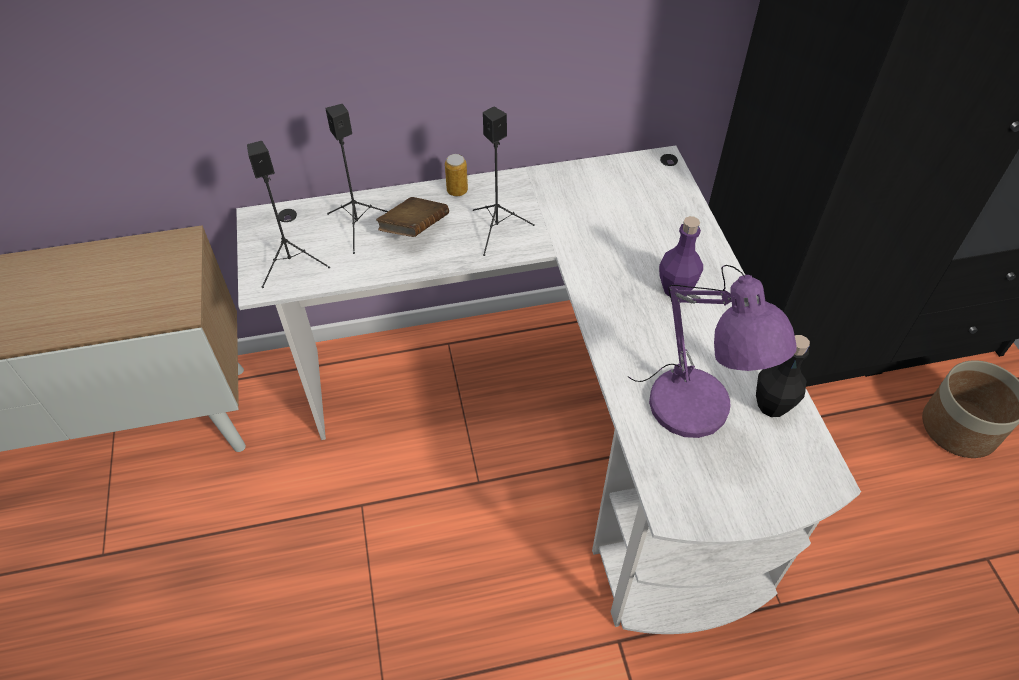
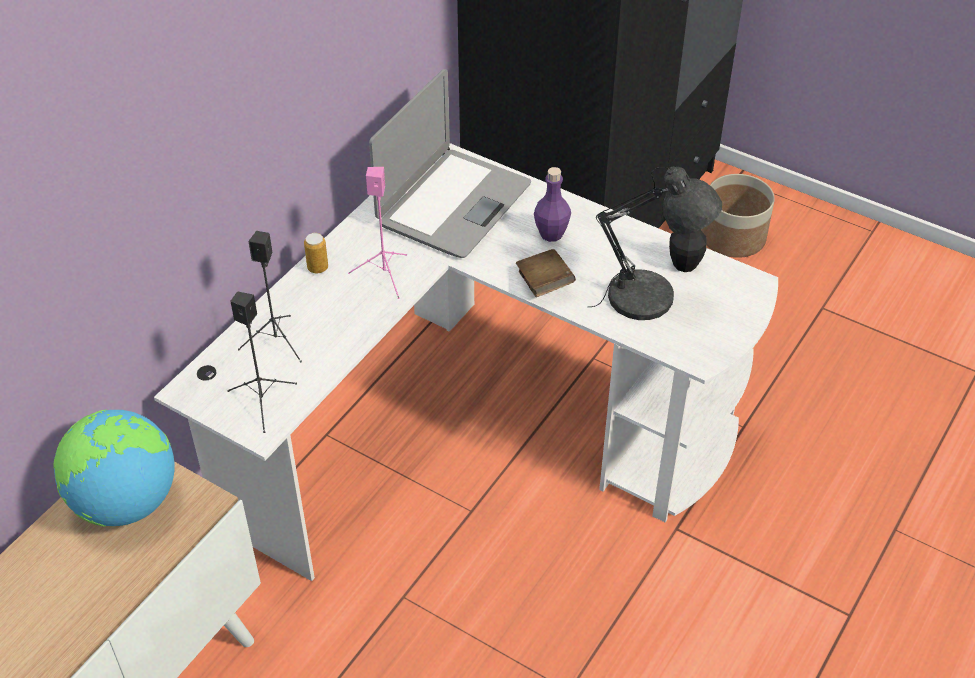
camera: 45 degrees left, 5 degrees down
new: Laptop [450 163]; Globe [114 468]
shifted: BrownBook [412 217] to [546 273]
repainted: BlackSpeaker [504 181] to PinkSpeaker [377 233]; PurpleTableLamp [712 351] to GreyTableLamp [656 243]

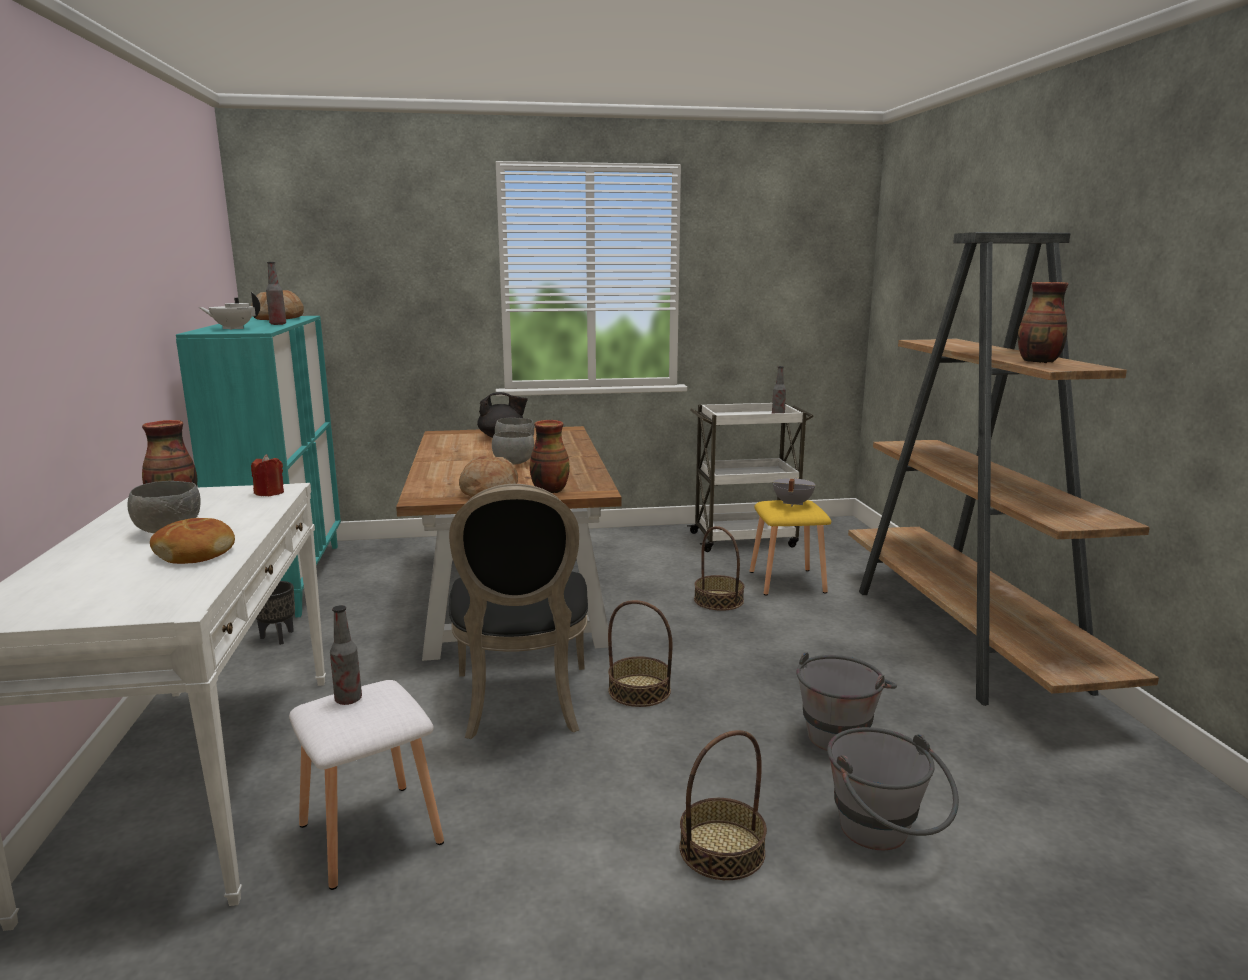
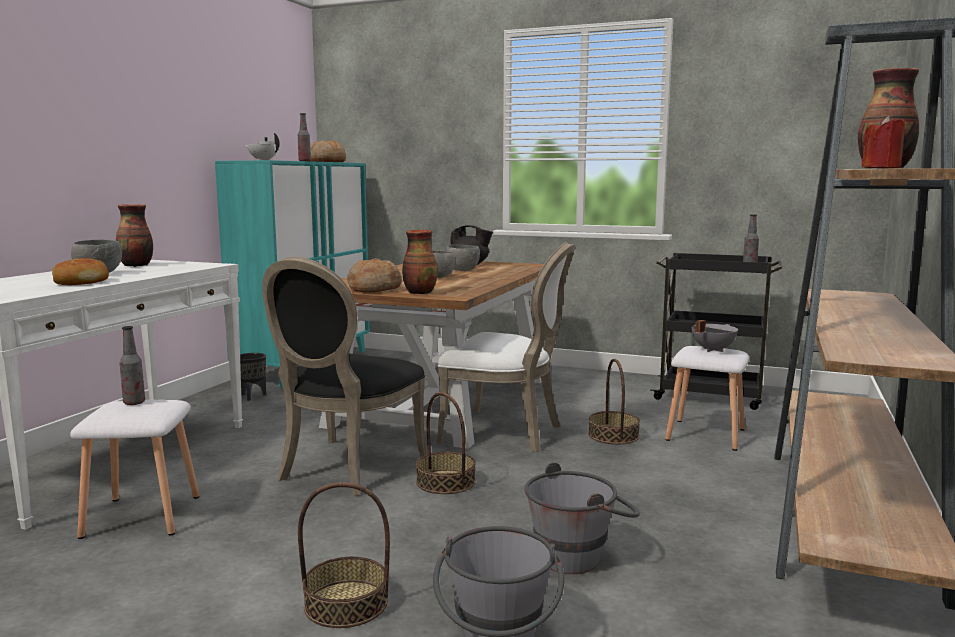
camera: 30 degrees right, 5 degrees down
new: WhiteChair [505 347]
shifted: RedCandle [267 475] to [883 142]
repainted: WhiteCart [750 477] to BlackCart [716 331]; YellowStool [790 548] to WhiteStool [707 398]

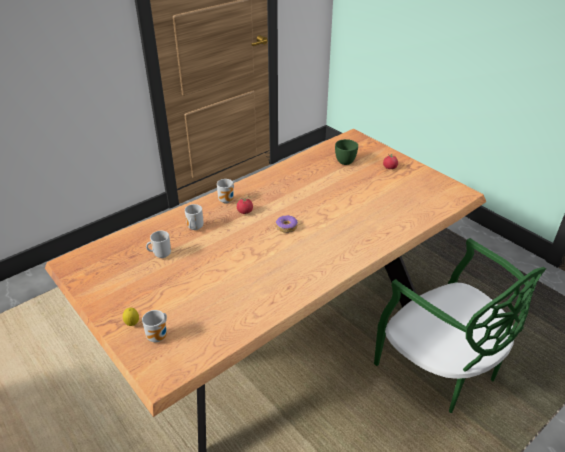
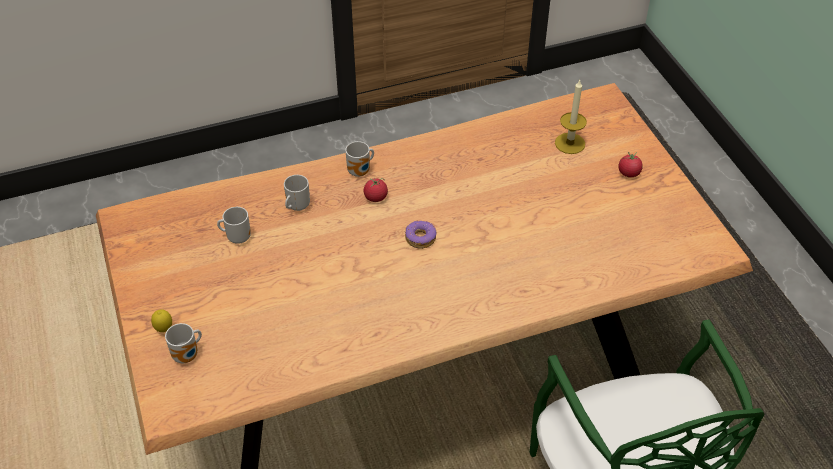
camera: 20 degrees right, 10 degrees up
swapped: GreenCup [346 152] to Candle [571 117]

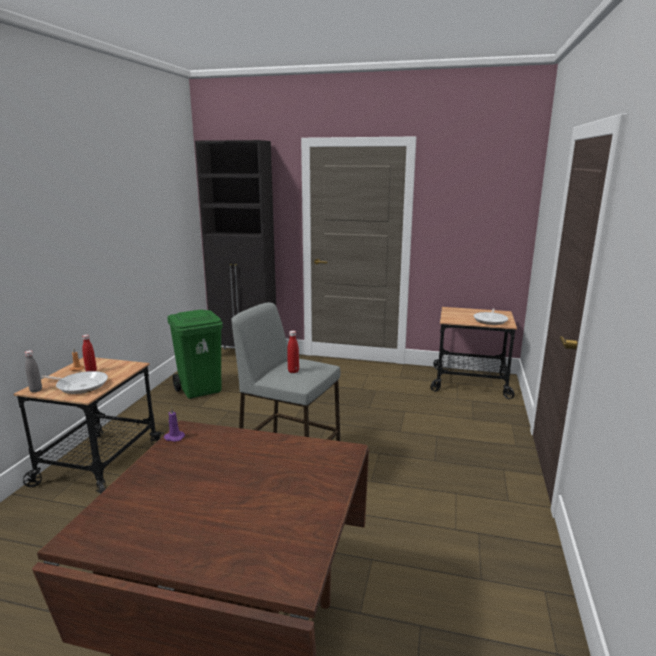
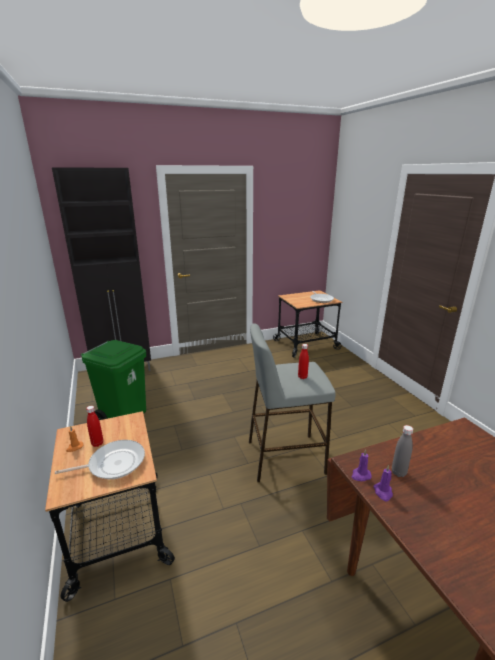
camera: 35 degrees left, 5 degrees up
new: PurpleCandle [383 483]
shifted: GreyBottle [33 371] to [402 451]

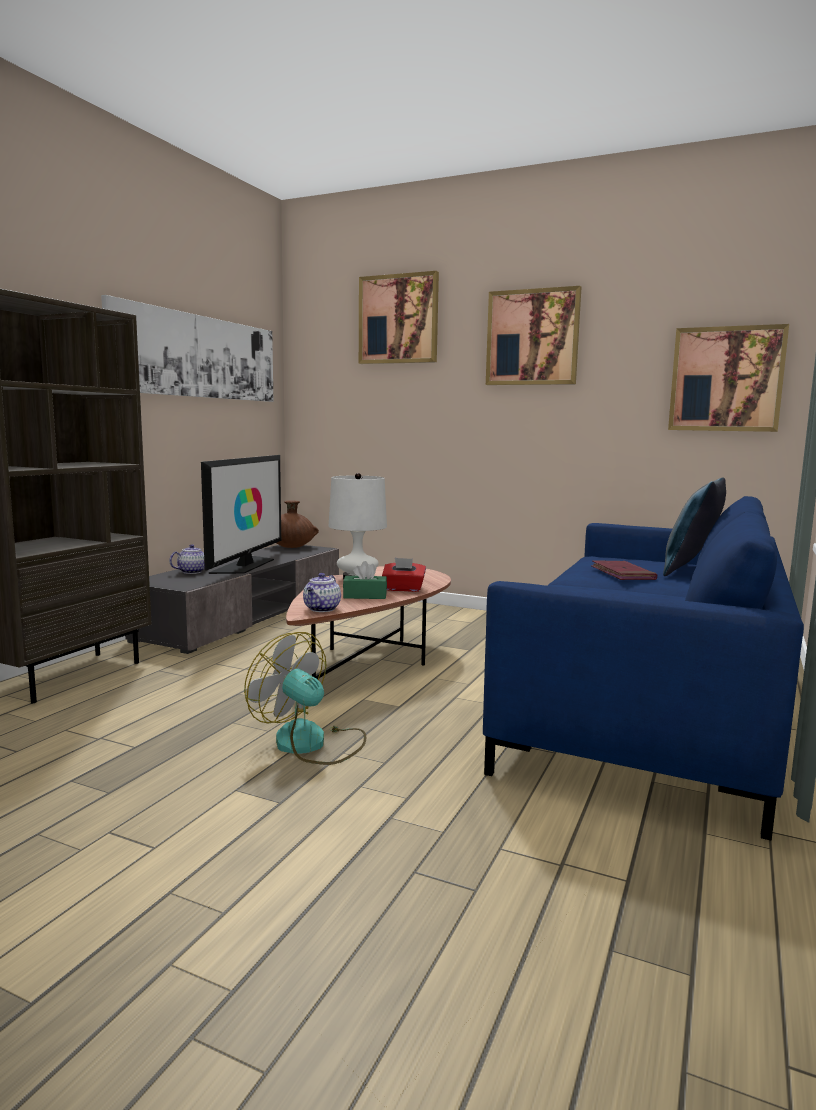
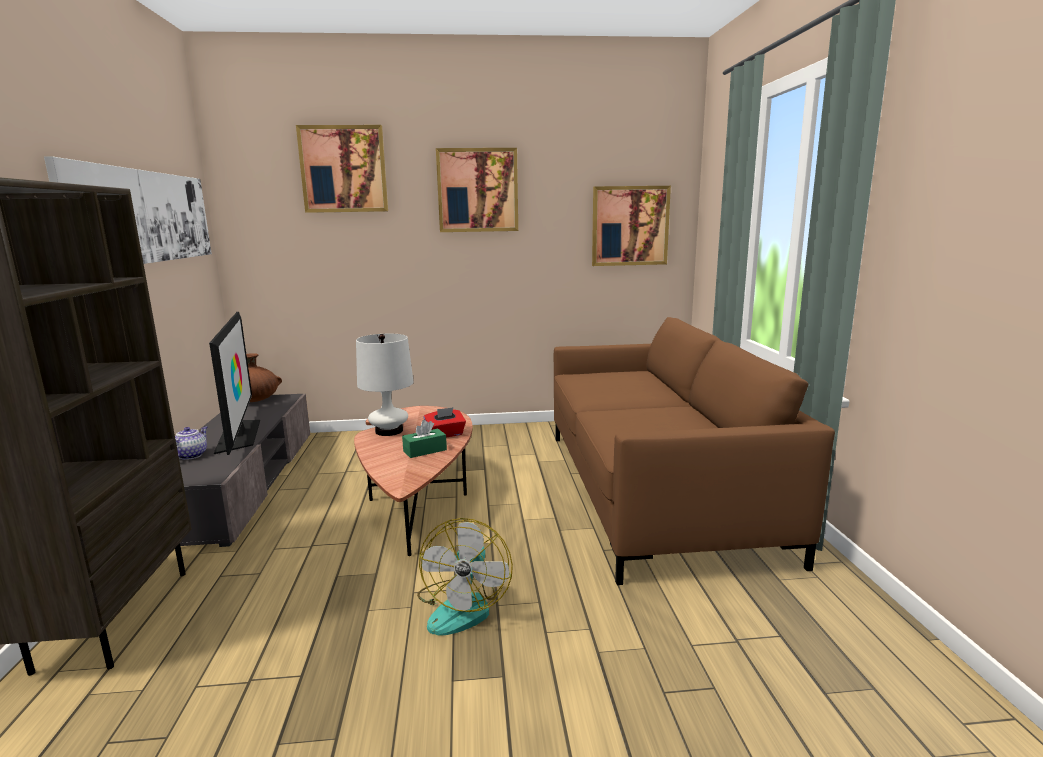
camera: 30 degrees left, 5 degrees up
gone: BluePillow [694 526]; RedBook [624 570]; Teapot [322 592]
repainted: BlueSofa [643 668] to BrownSofa [694 451]
rotated: Fan [305 698] = [465 577] 90 degrees counterclockwise

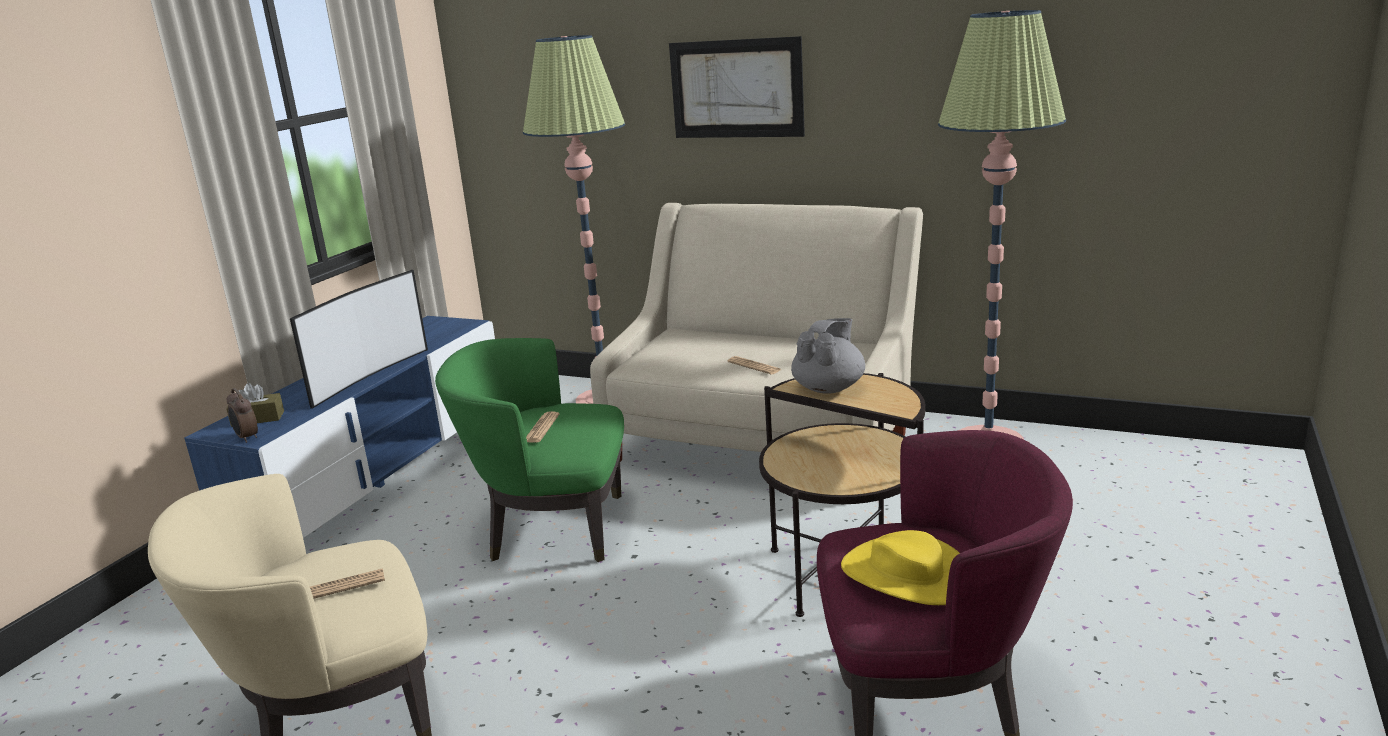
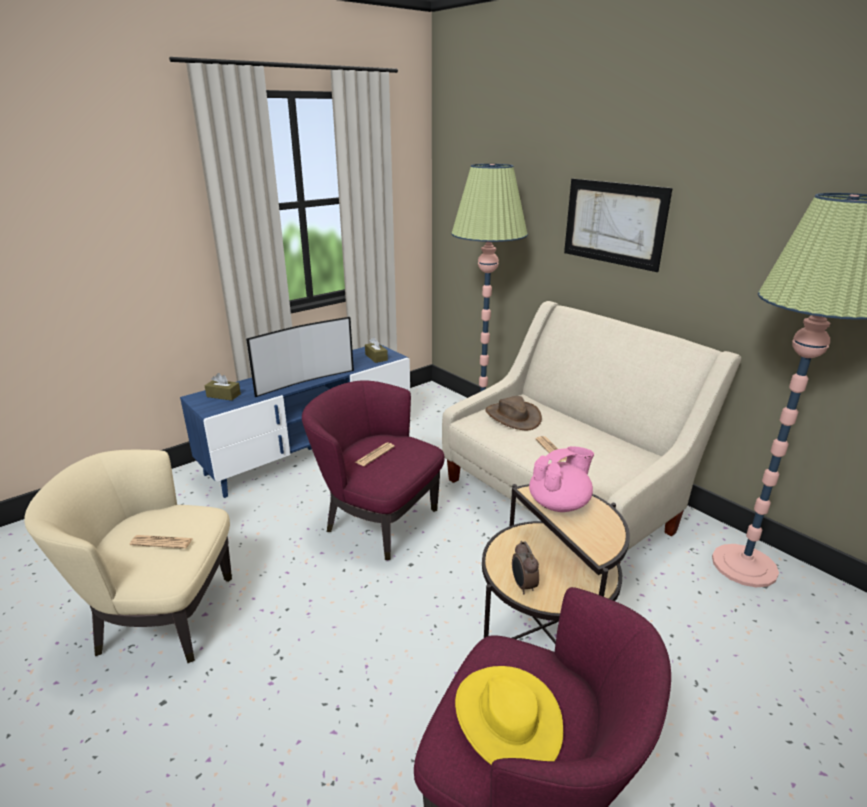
camera: 25 degrees right, 5 degrees up
new: BrownTissueBox [376 350]; BrownHat [513 413]
shifted: AlarmClock [242 415] to [525 567]
repainted: GreyTeapot [828 356] to PinkTeapot [561 479]; GreenArmchair [529 450] to PurpleArmchair [373 470]

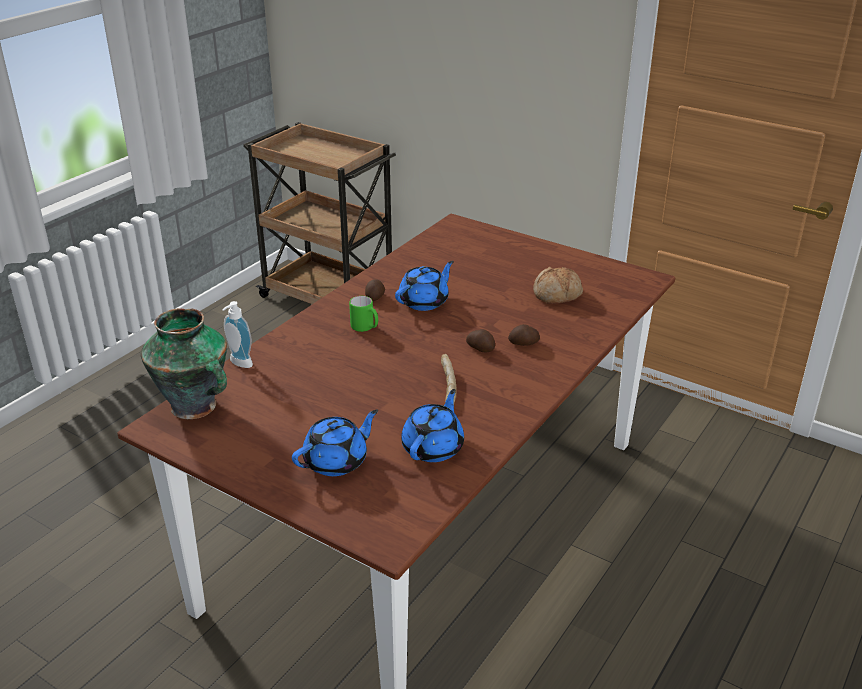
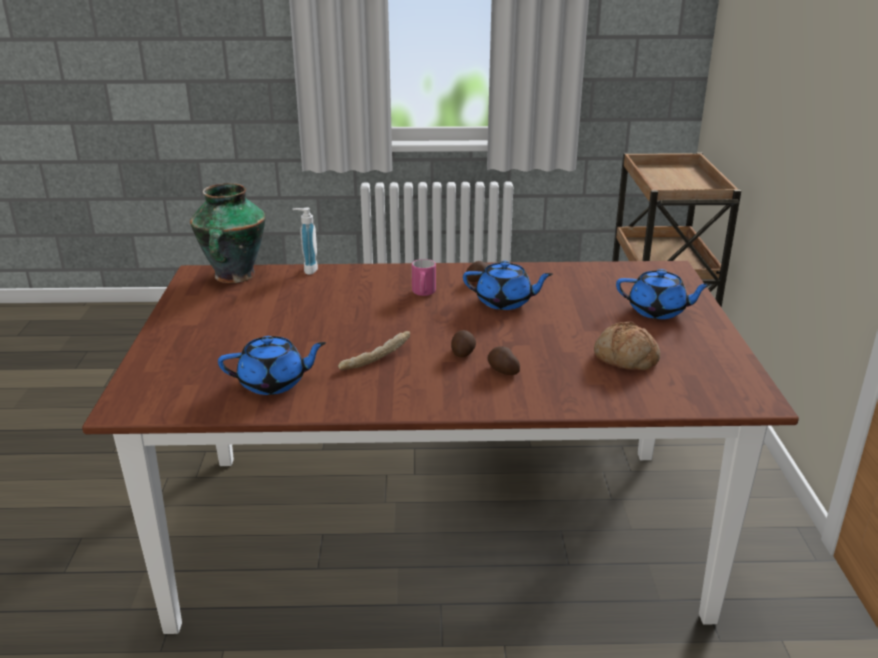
camera: 55 degrees right, 5 degrees down
shifted: BlueTeapot [335 443] to [664 294]
repainted: GreenMug [363 314] to PinkMug [424 277]

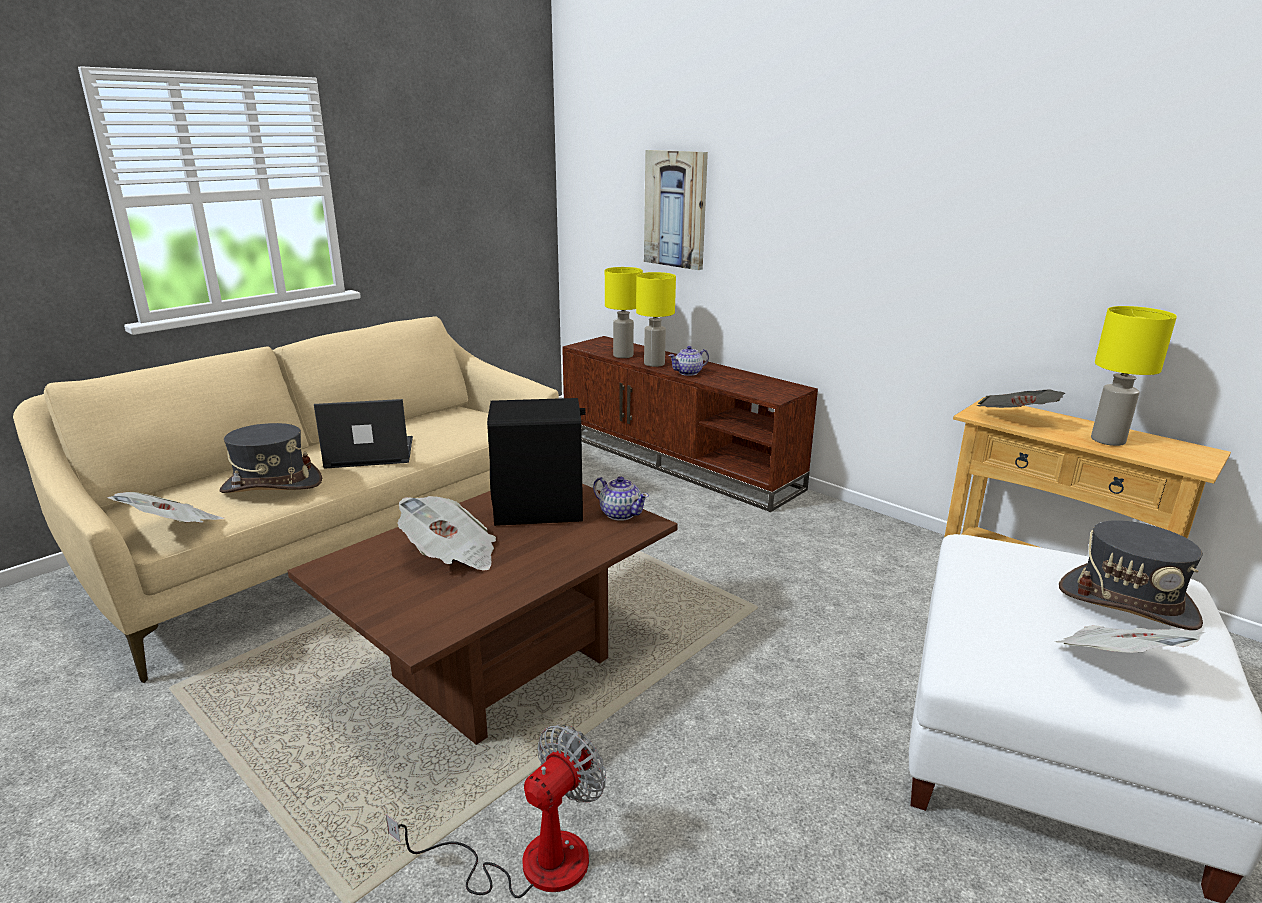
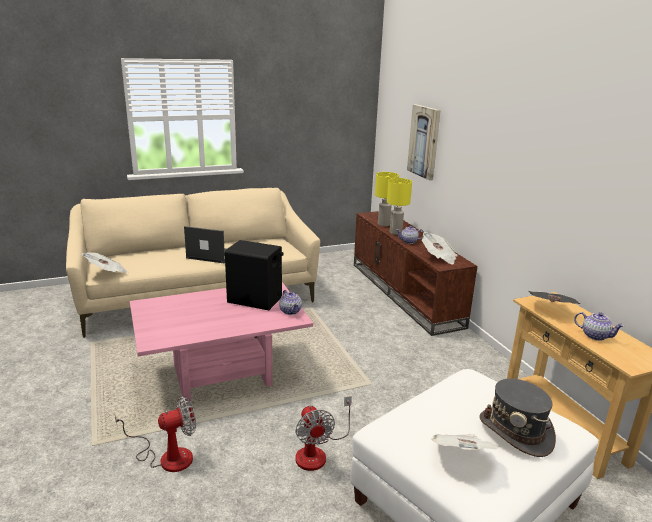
camera: 25 degrees right, 0 degrees up
gone: GreyHat [270 458]
new: Fan [323 433]
shifted: Newspaper [446 533] to [439 248]
swapped: YellowTableLamp [1134 376] to Teapot [599 326]
repainted: BrownCoffeeTable [482 614] to PinkCoffeeTable [221 342]

